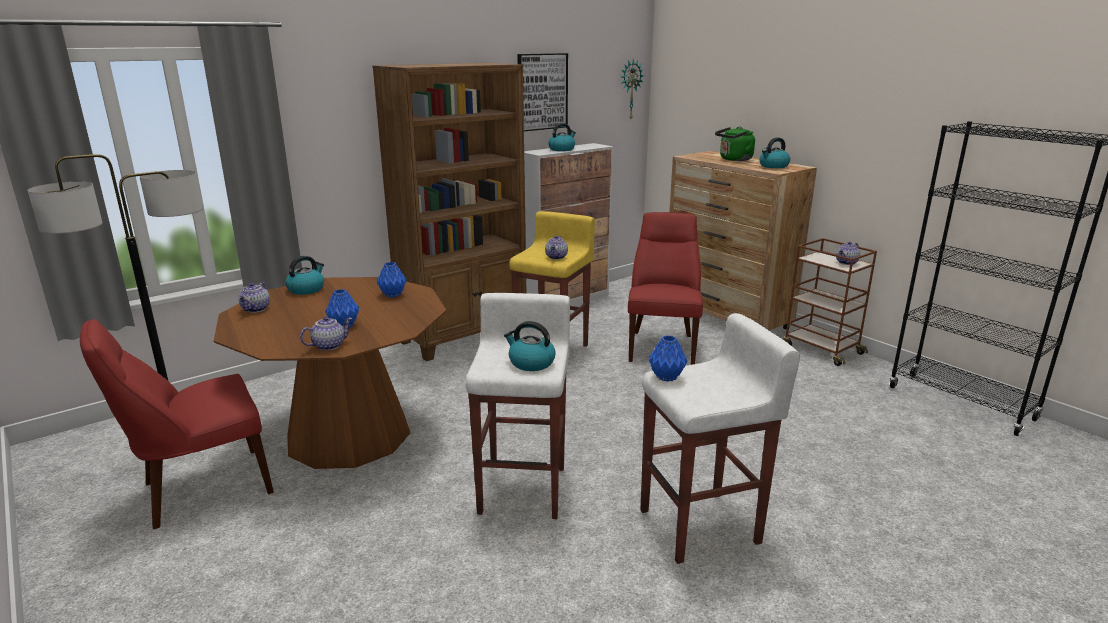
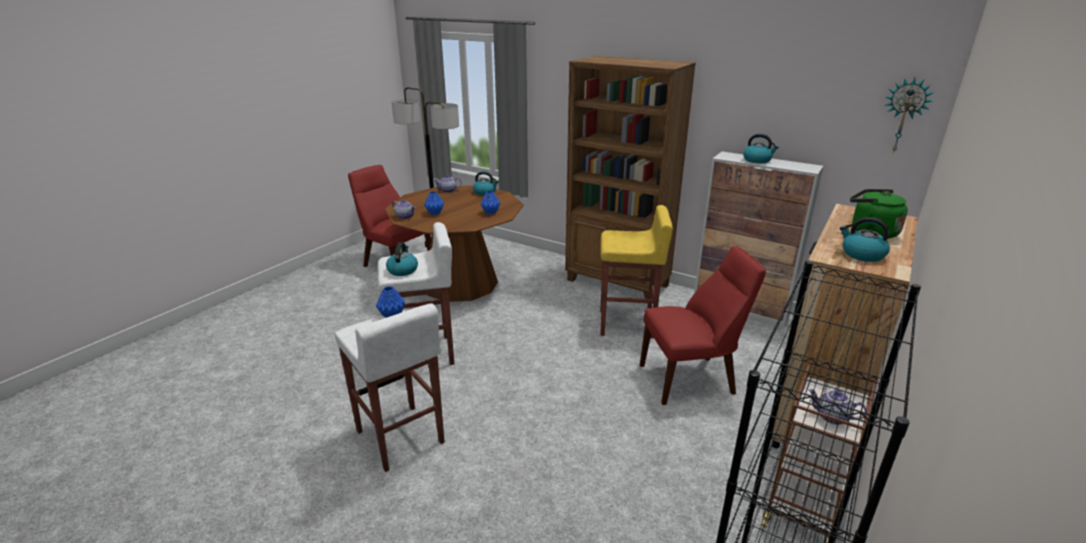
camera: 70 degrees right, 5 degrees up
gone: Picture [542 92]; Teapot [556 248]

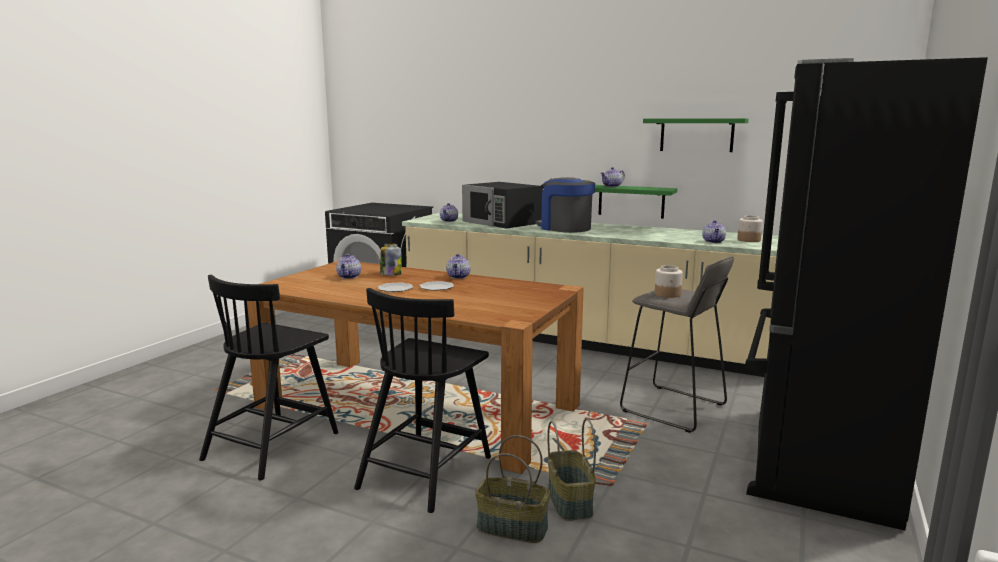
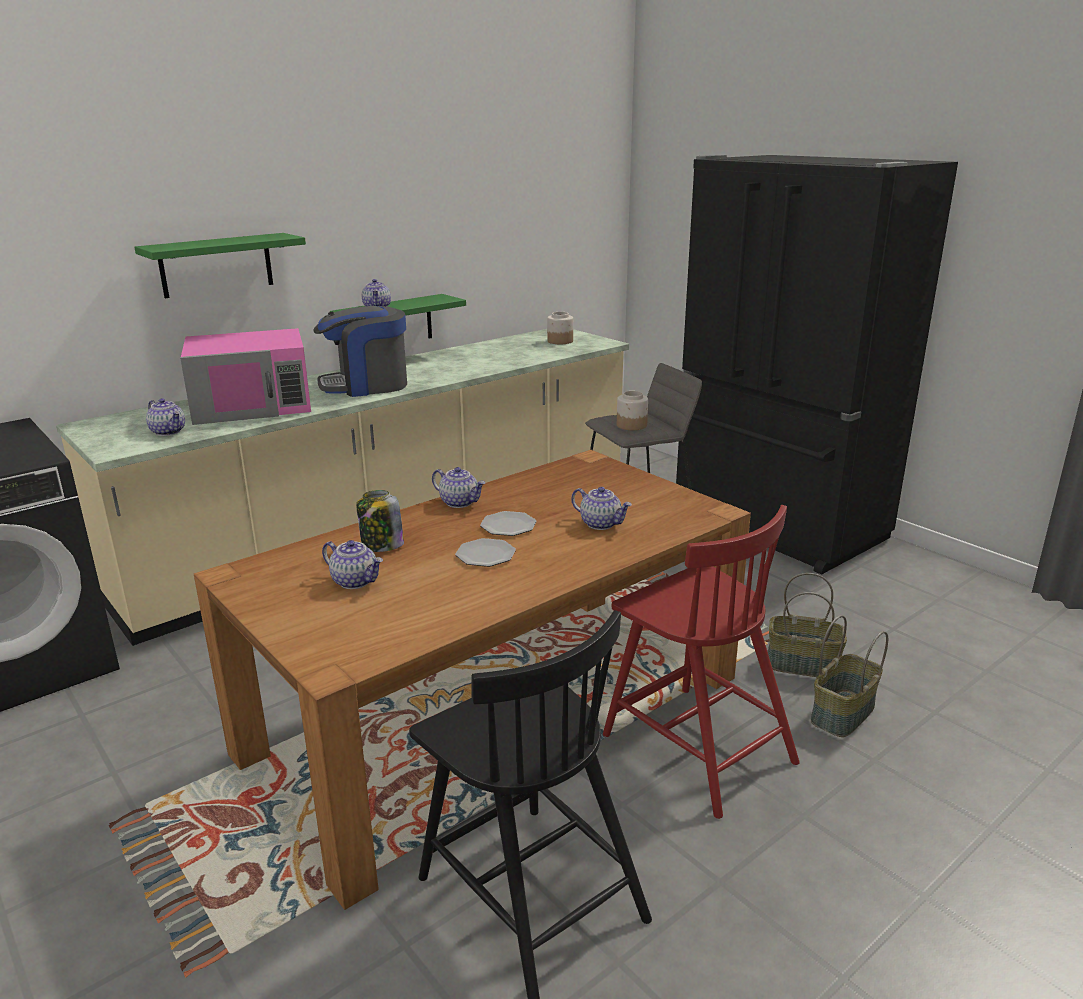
camera: 65 degrees left, 10 degrees up
shifted: GreenShelf [696 135] to [220 265]; Teapot [714 231] to [601 508]
repainted: BlackMicrowave [502 205] to PinkMicrowave [245 376]; BlackChair [422 400] to RedChair [701 662]

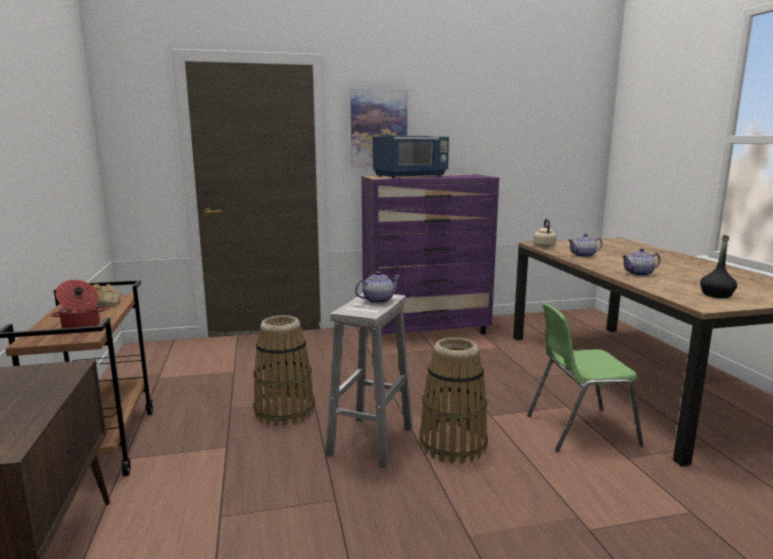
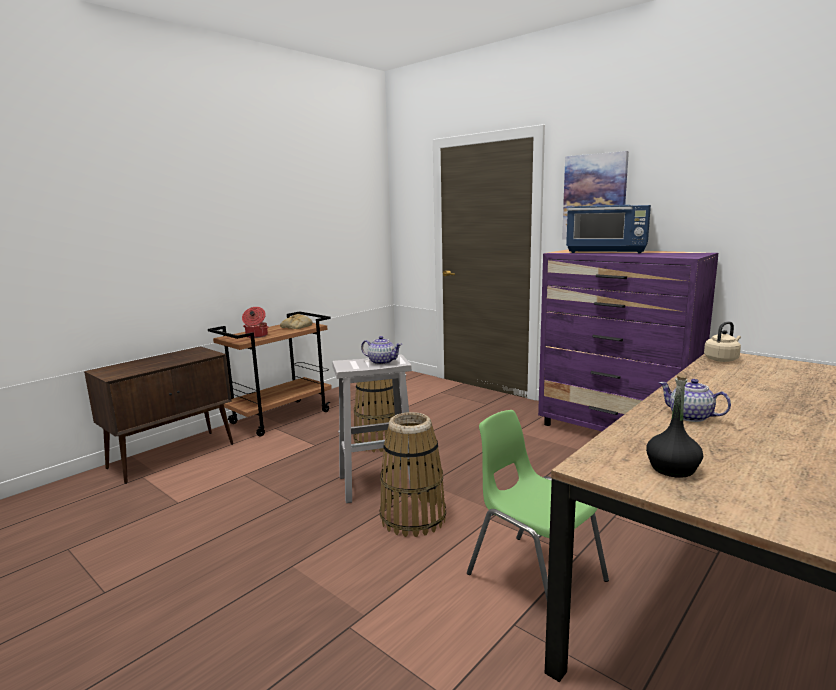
camera: 55 degrees right, 0 degrees up
gone: Teapot [585 245]

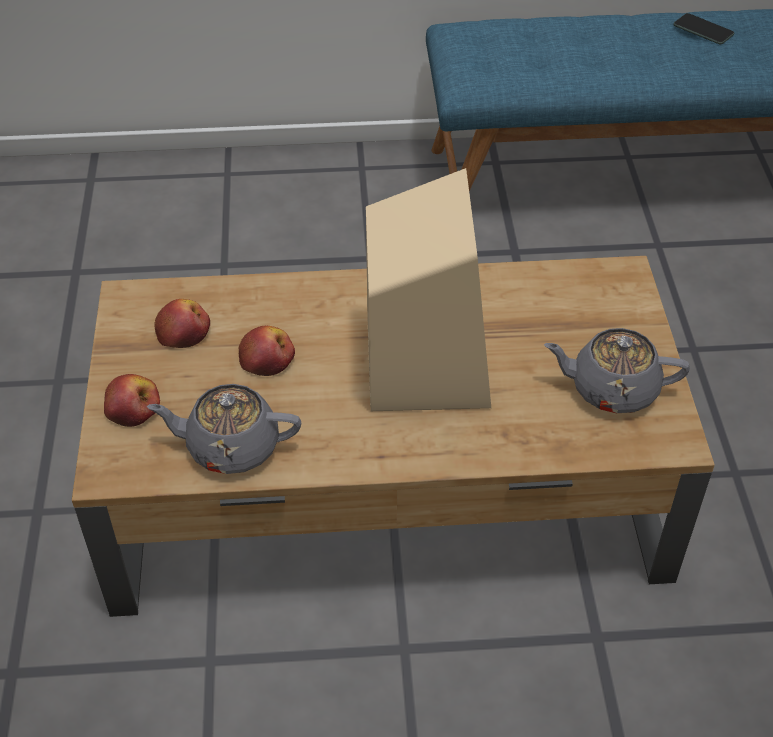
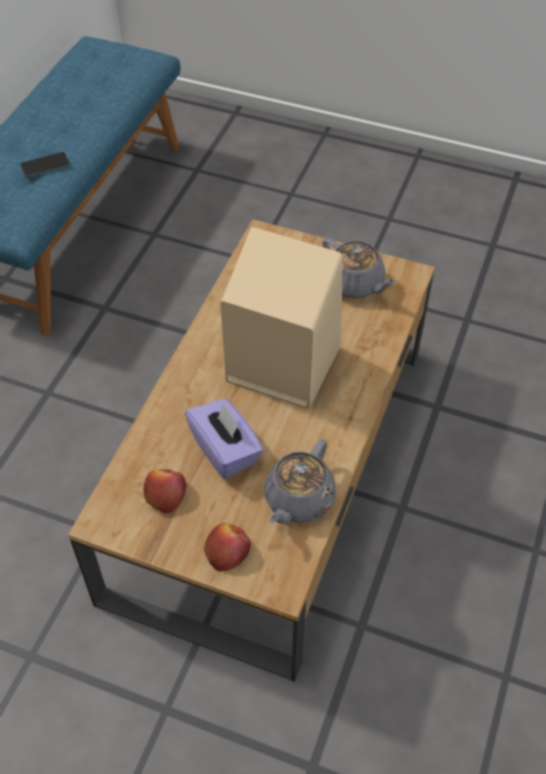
camera: 65 degrees left, 5 degrees up
shifted: Phone [703 28] to [45 164]
swapped: Apple [267 351] to PurpleTissueBox [224 438]
rotated: GreyTeapot [617 370] = [359 268] 75 degrees counterclockwise

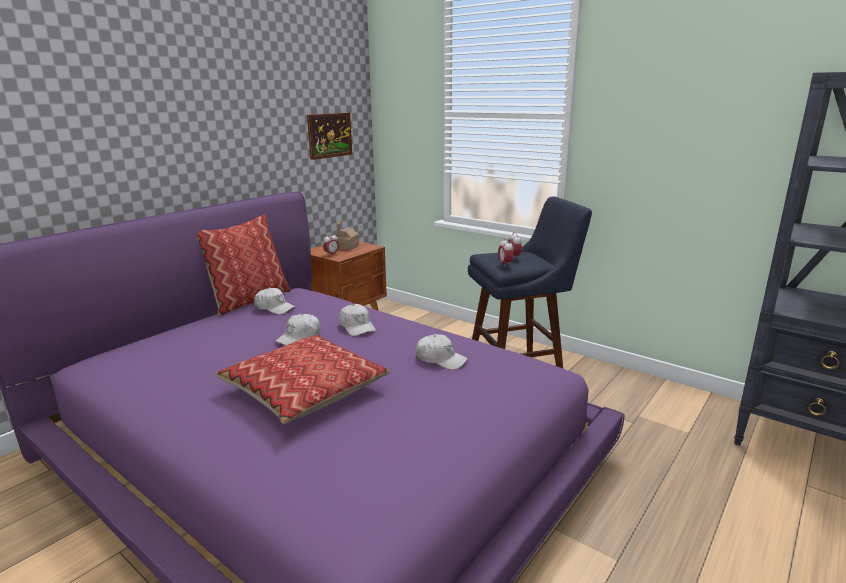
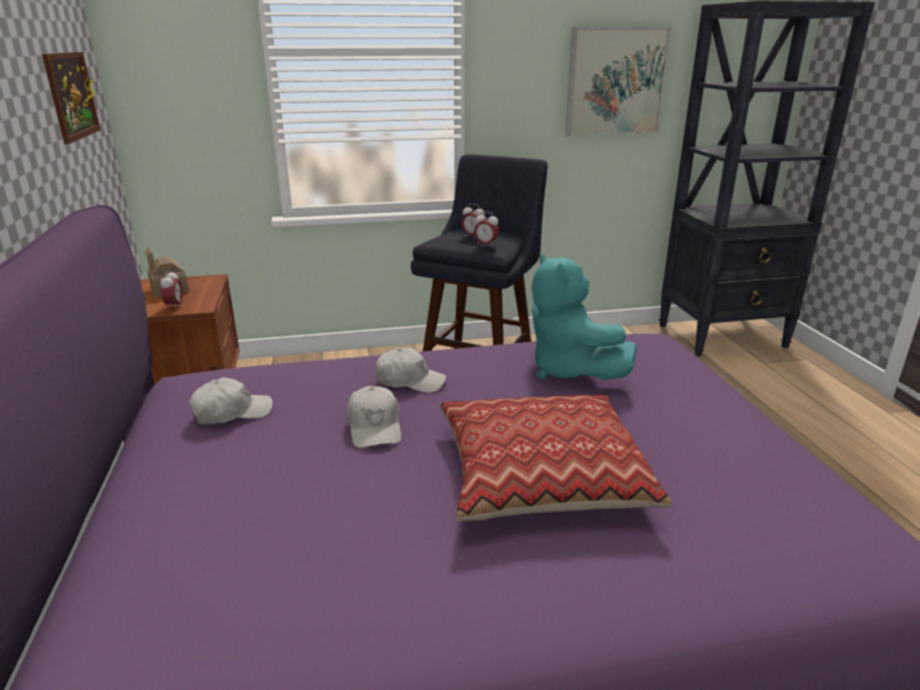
camera: 50 degrees left, 5 degrees up
gone: Pillow [244 265]
new: Picture [618 81]
swapped: WhiteCap [442 352] to TurquoisePlushToy [584 316]

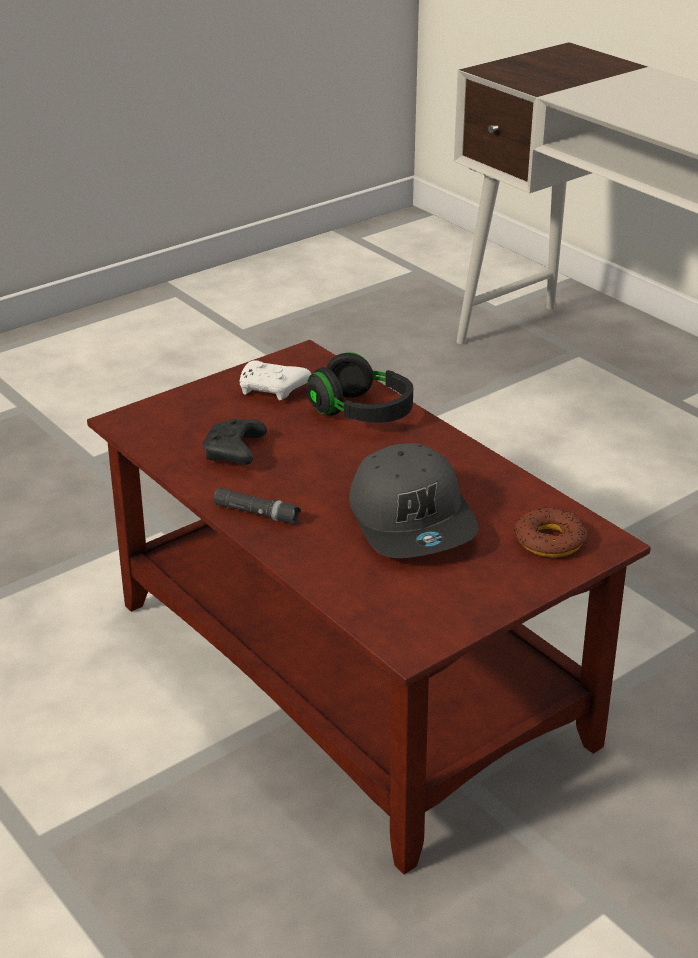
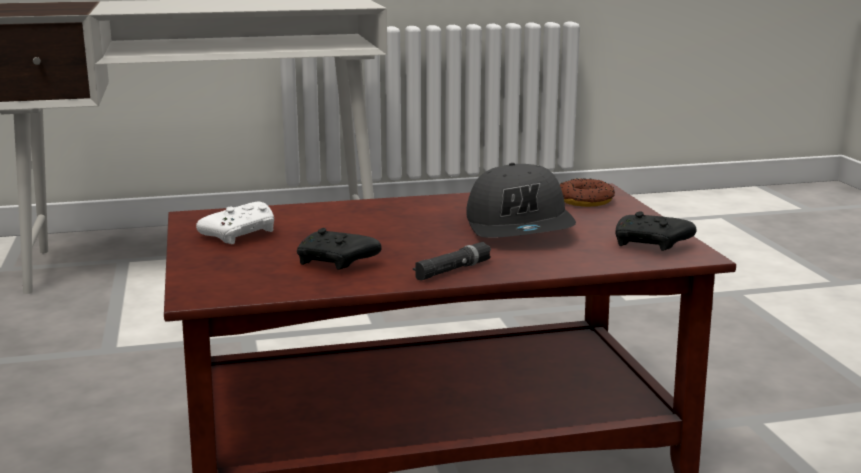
camera: 65 degrees left, 15 degrees down
gone: BlackHeadphones [360 387]
new: BlackGameController [656 231]
rotated: GreyCap [414 500] = [521 200] 75 degrees clockwise

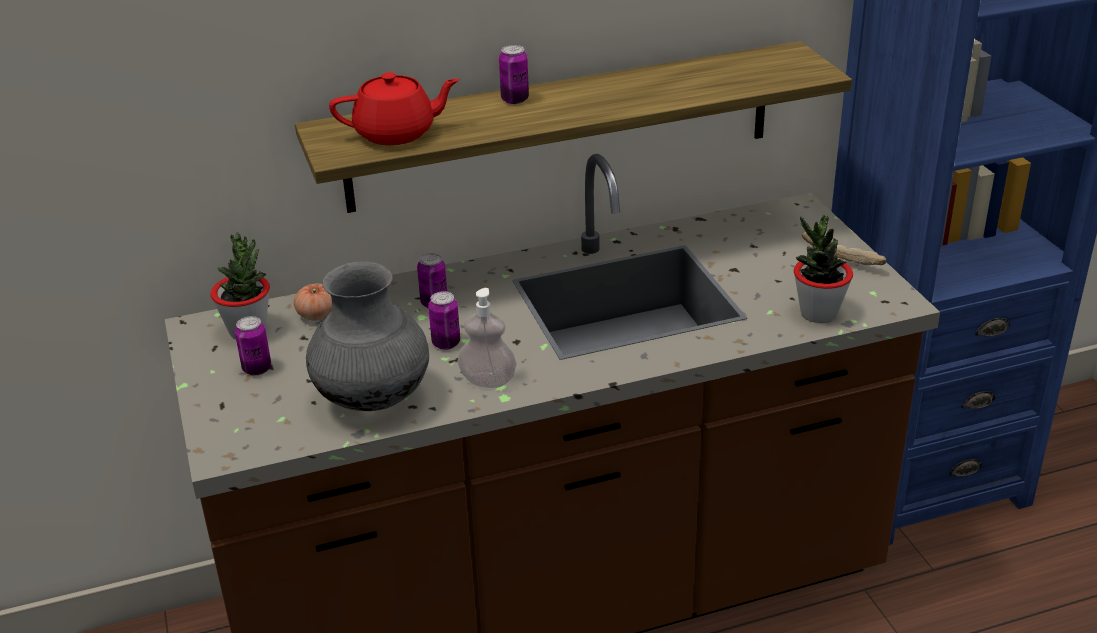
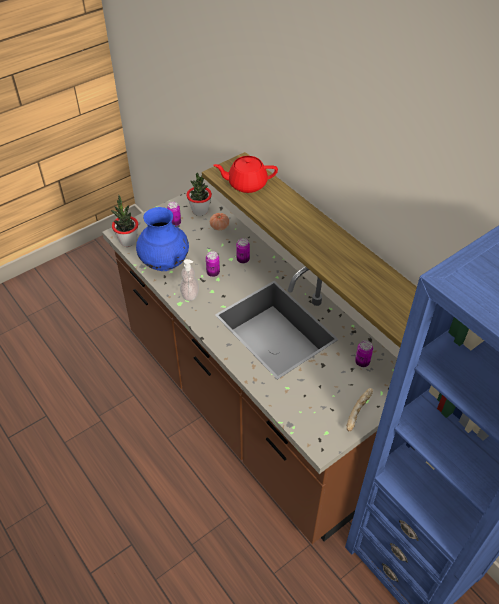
camera: 70 degrees right, 15 degrees up
shifted: Can [514 74] to [364 353]; PottedPlant [823 269] to [124 221]
repainted: GreyVase [367 336] to BlueVase [162 239]
rotated: RedTeapot [394 108] = [245 174] 120 degrees clockwise

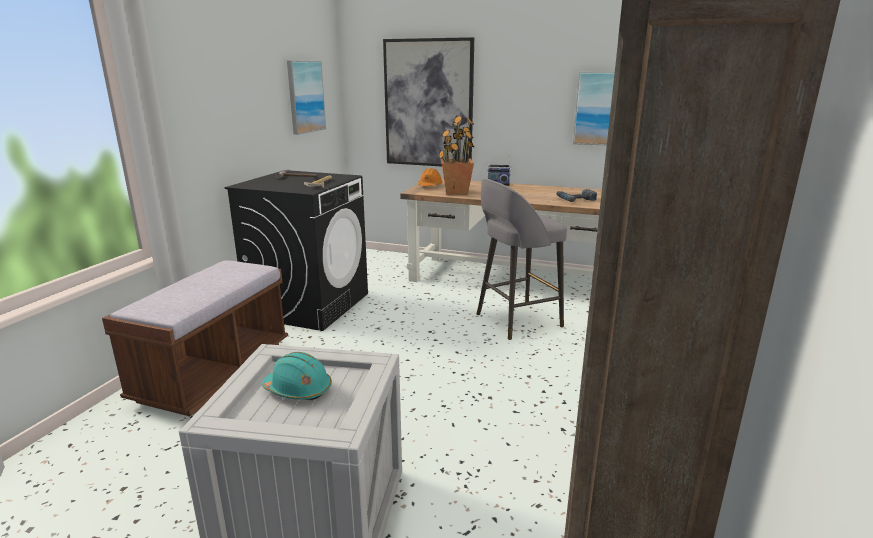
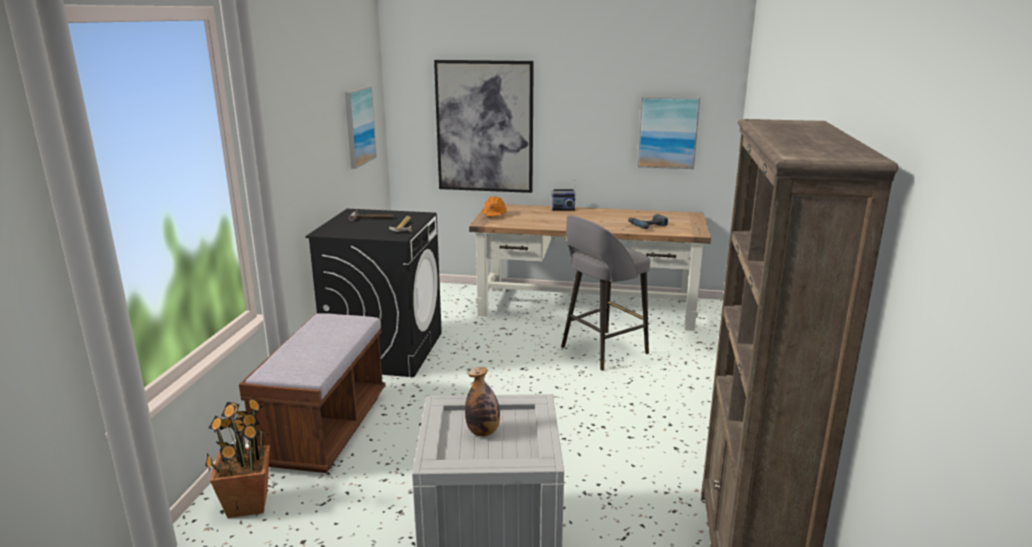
camera: 10 degrees left, 0 degrees up
shifted: PottedPlant [456 155] to [237 457]
swapped: TurquoiseHardHat [297 376] to Bottle [482 401]

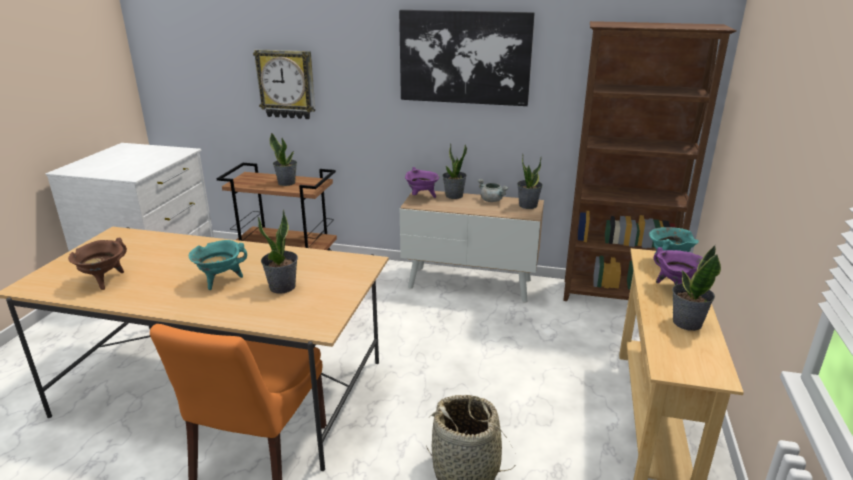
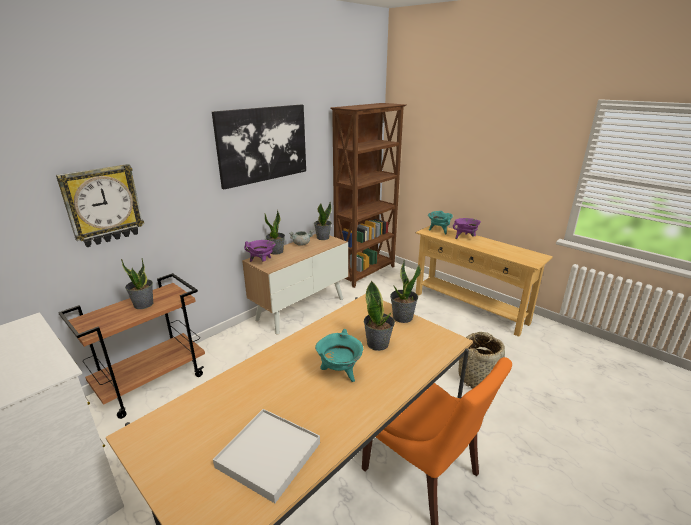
camera: 60 degrees left, 0 degrees up
shifted: PottedPlant [696 288] to [405 291]
swapped: BrownCookingPot [97 264] to WhiteTray [266 456]

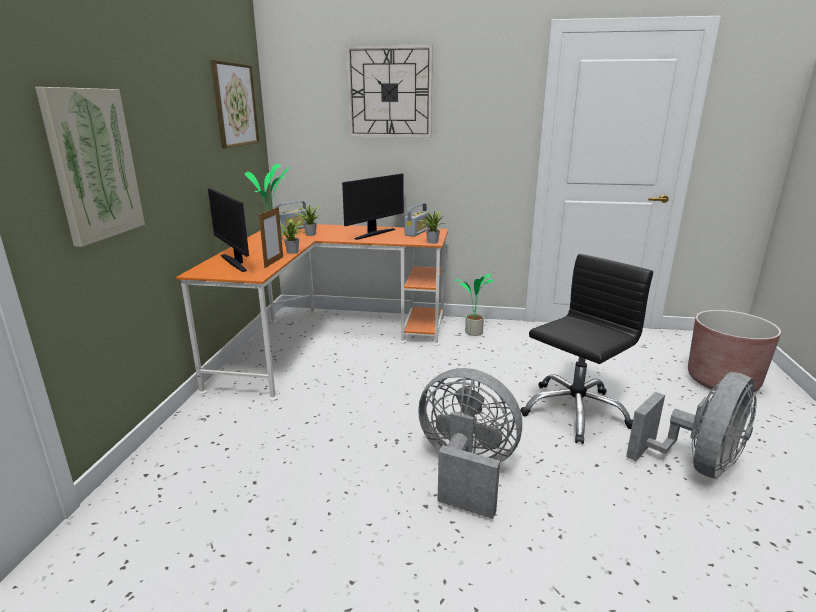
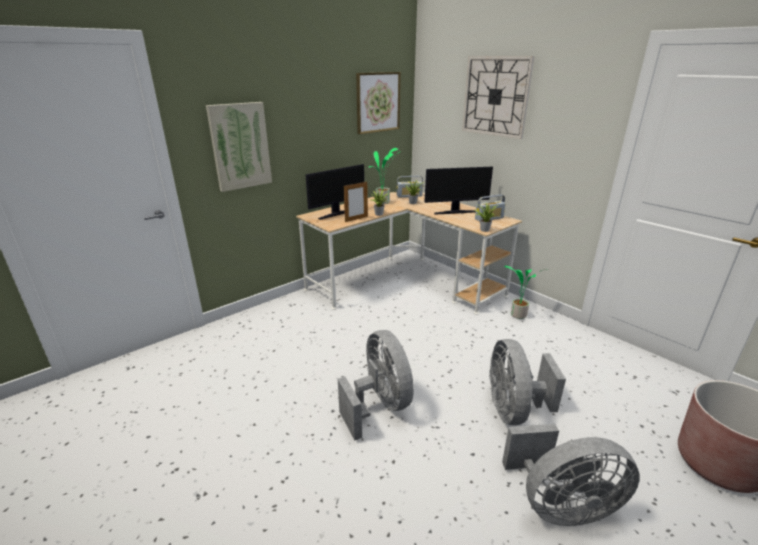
camera: 40 degrees right, 5 degrees up
swapped: BlackOfficeChair [586 349] to GreyFan [527 382]
repainted: OrangeDesk [312 312] to BeigeDesk [409 253]
rotated: Monitor [228 230] = [334 192] 135 degrees counterclockwise

